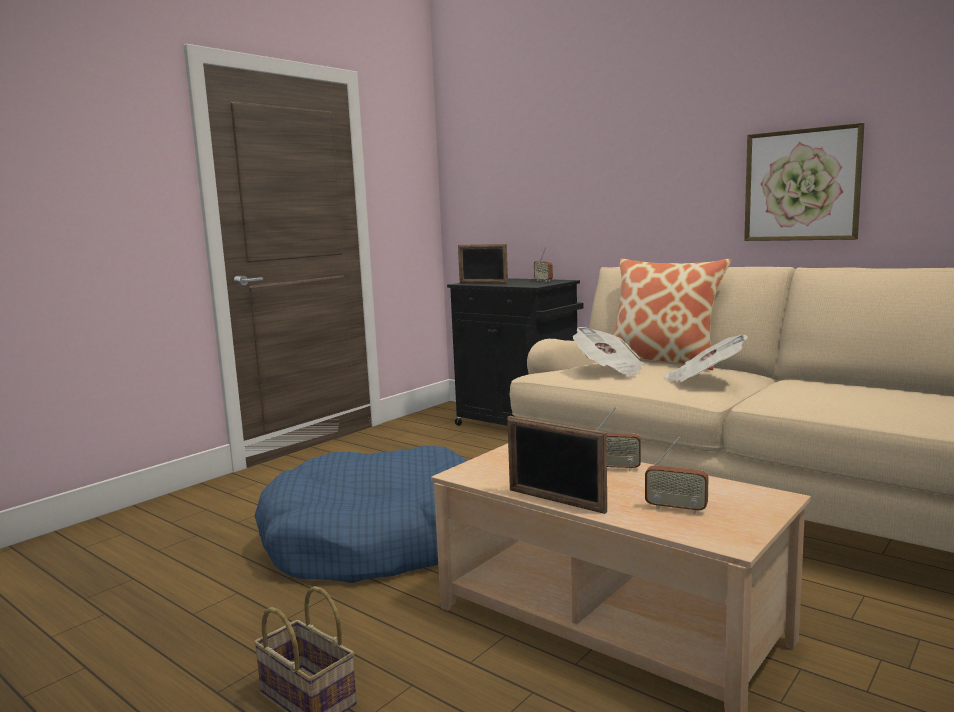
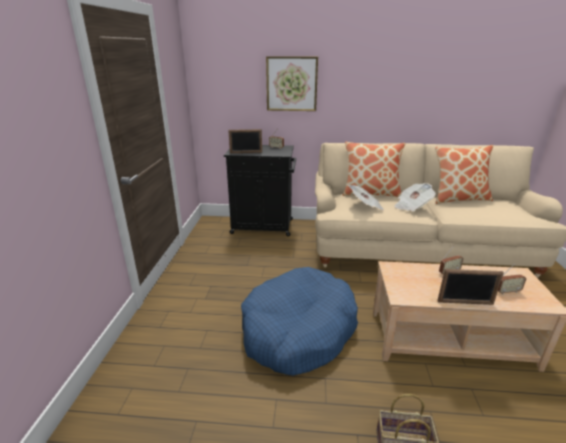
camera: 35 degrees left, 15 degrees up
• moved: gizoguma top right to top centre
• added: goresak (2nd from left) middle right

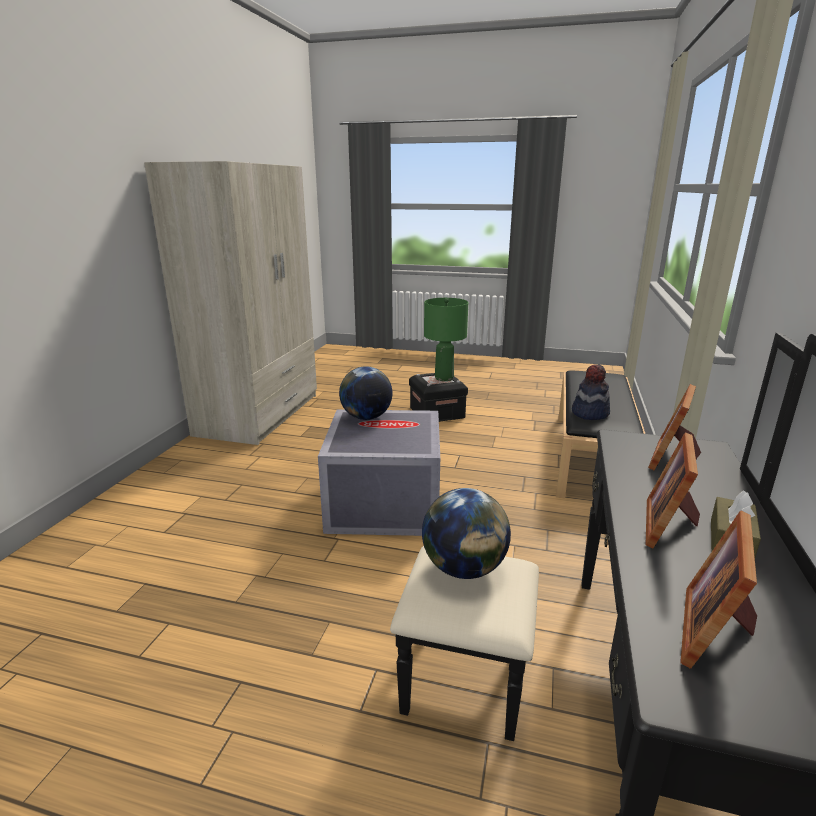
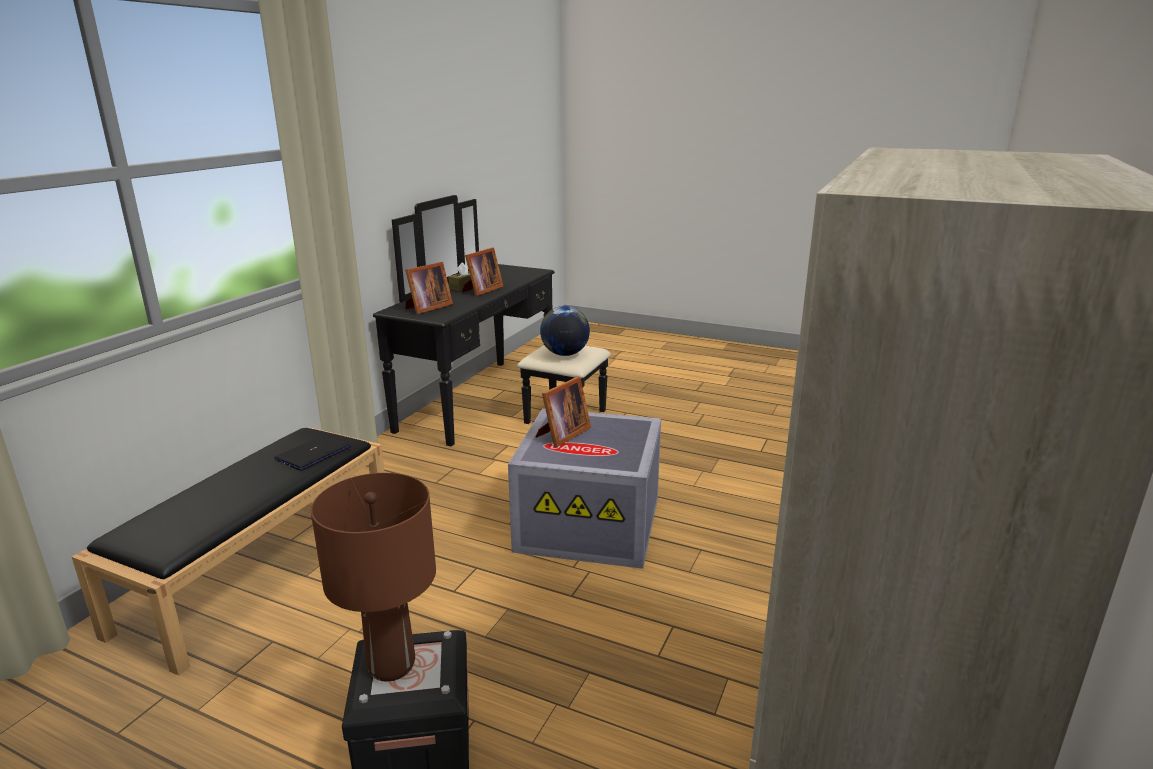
camera: 170 degrees left, 0 degrees up
• removed: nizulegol (1st from left) centre
• recoloured: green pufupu centre to brown pufupu bottom left
• replaced: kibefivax middle right to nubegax middle left
• moved: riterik (3rd from left) bottom right to centre

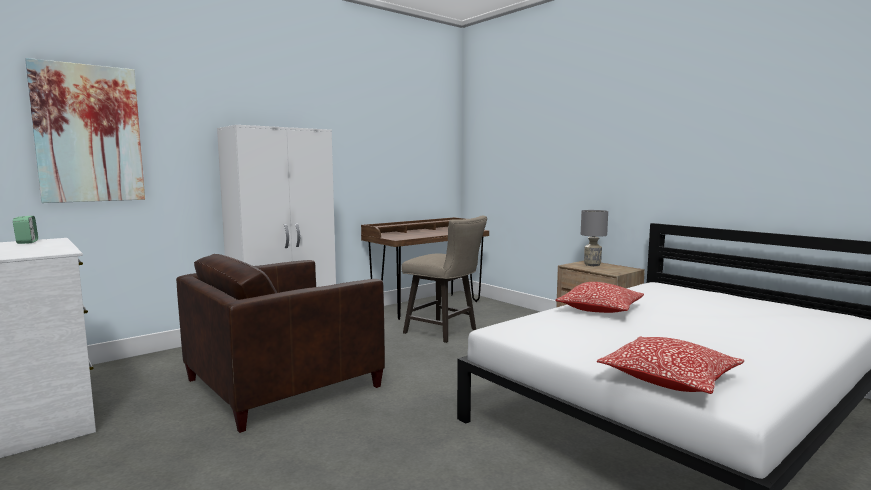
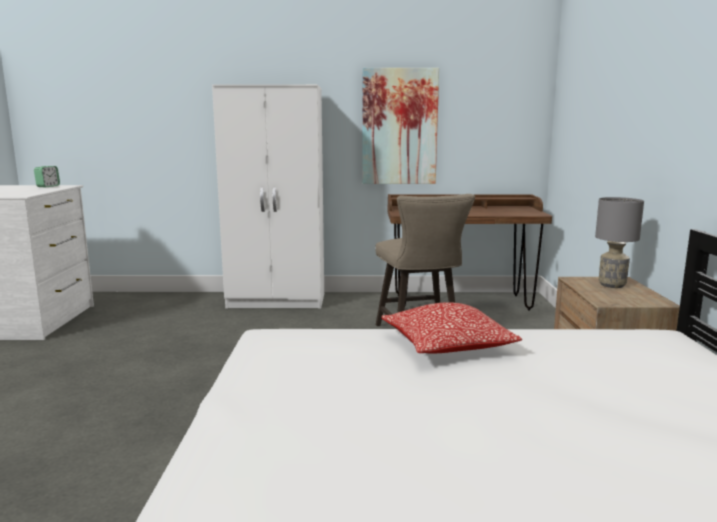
camera: 40 degrees right, 5 degrees up
• moved: gizoguma top left to top centre
• removed: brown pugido bottom left
• removed: goresak (2nd from left) bottom right

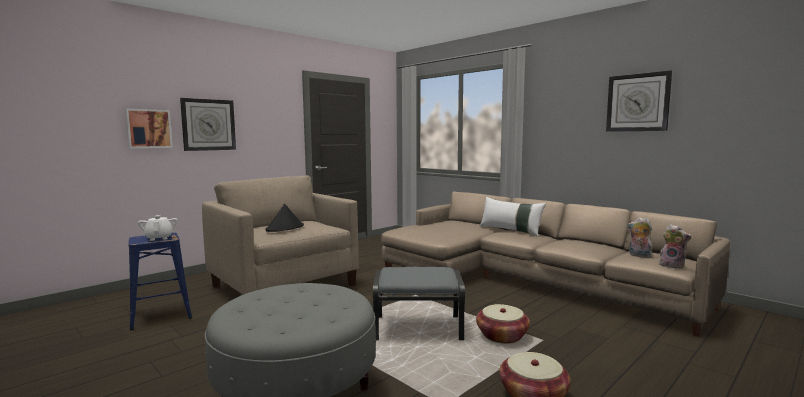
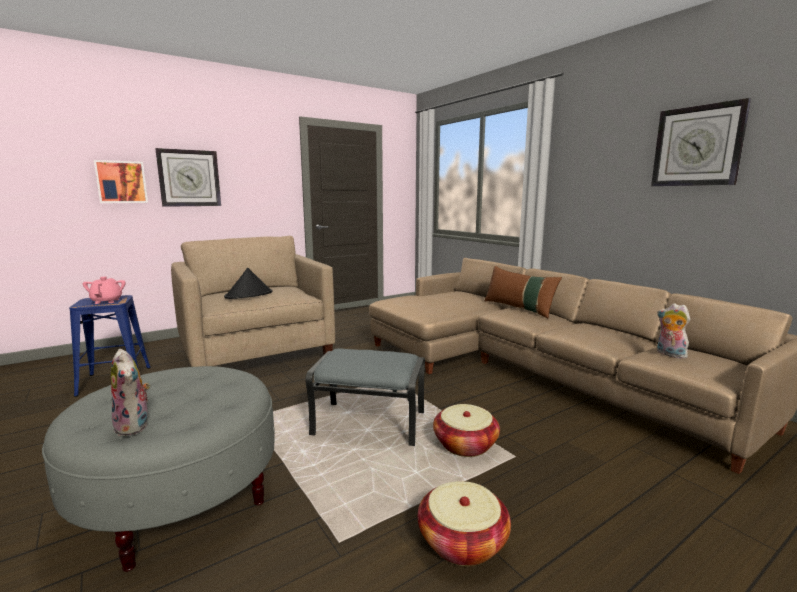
camera: 10 degrees right, 5 degrees up
• recoloured: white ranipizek middle left to pink ranipizek middle left
• recoloured: white goresak centre to brown goresak centre
• moved: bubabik (2nd from left in the first image) middle right to bubabik (1st from left) middle left

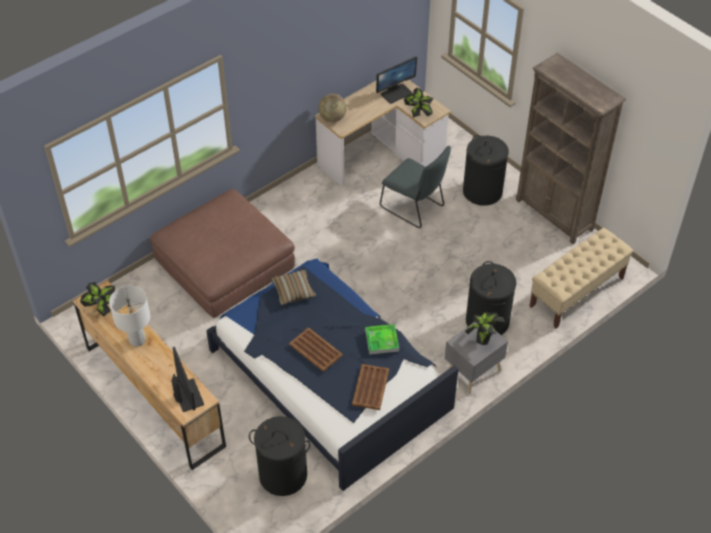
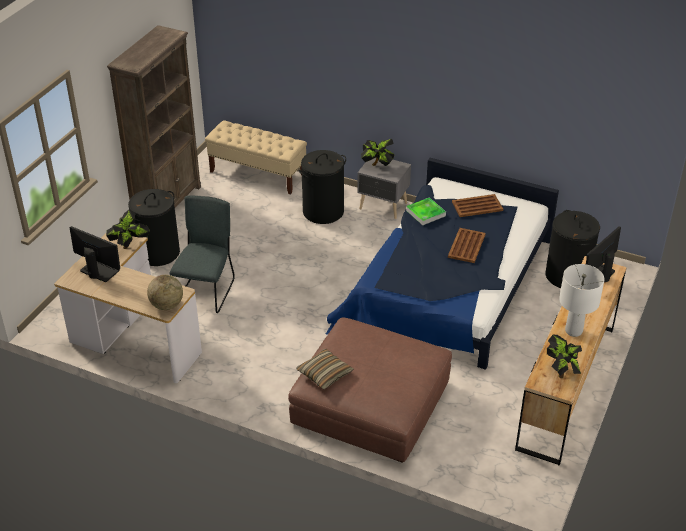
camera: 115 degrees left, 10 degrees down
• moved: goresak centre to bottom centre

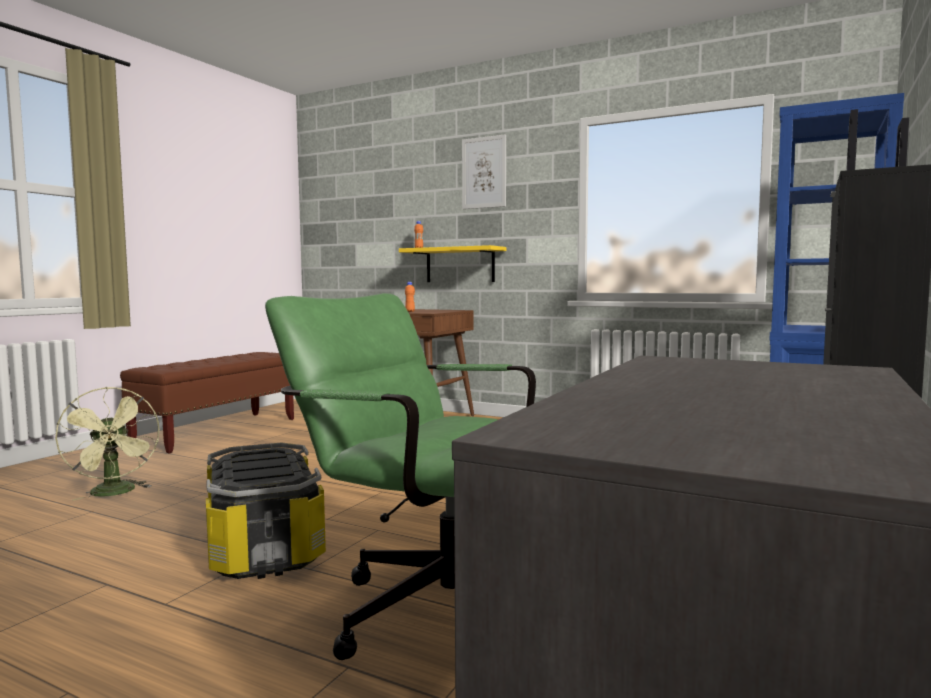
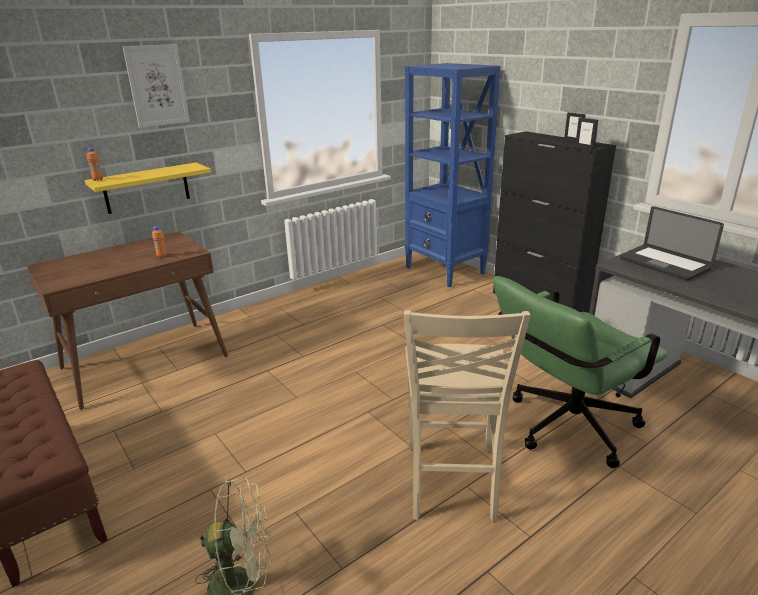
camera: 65 degrees left, 20 degrees up
• replaced: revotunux bottom left to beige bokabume bottom centre
• added: nubegax middle right

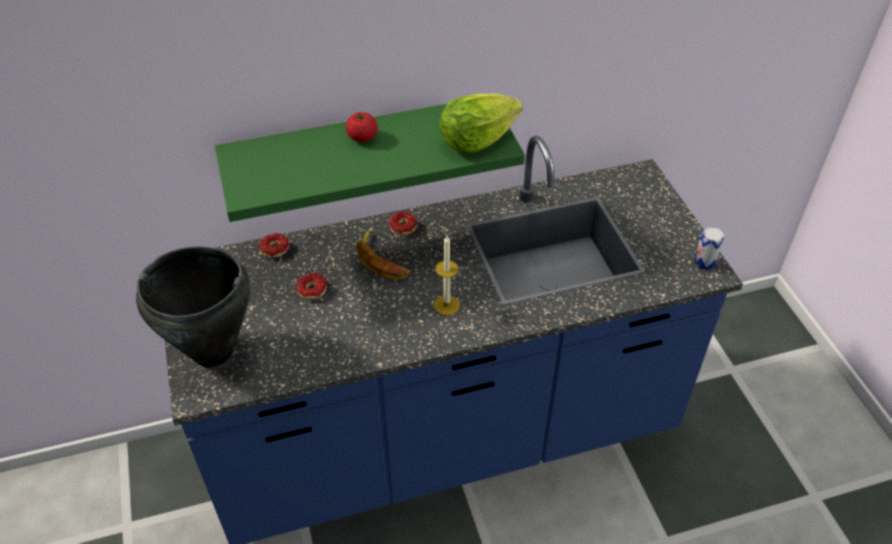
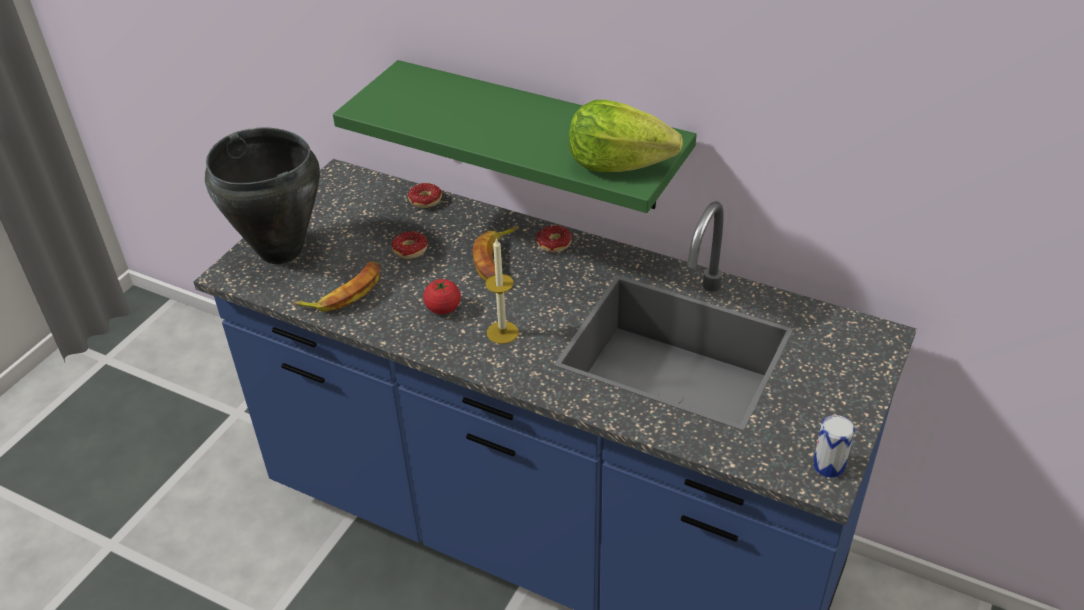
camera: 45 degrees right, 5 degrees down
• moved: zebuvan top centre to centre
• added: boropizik (1st from left) middle left

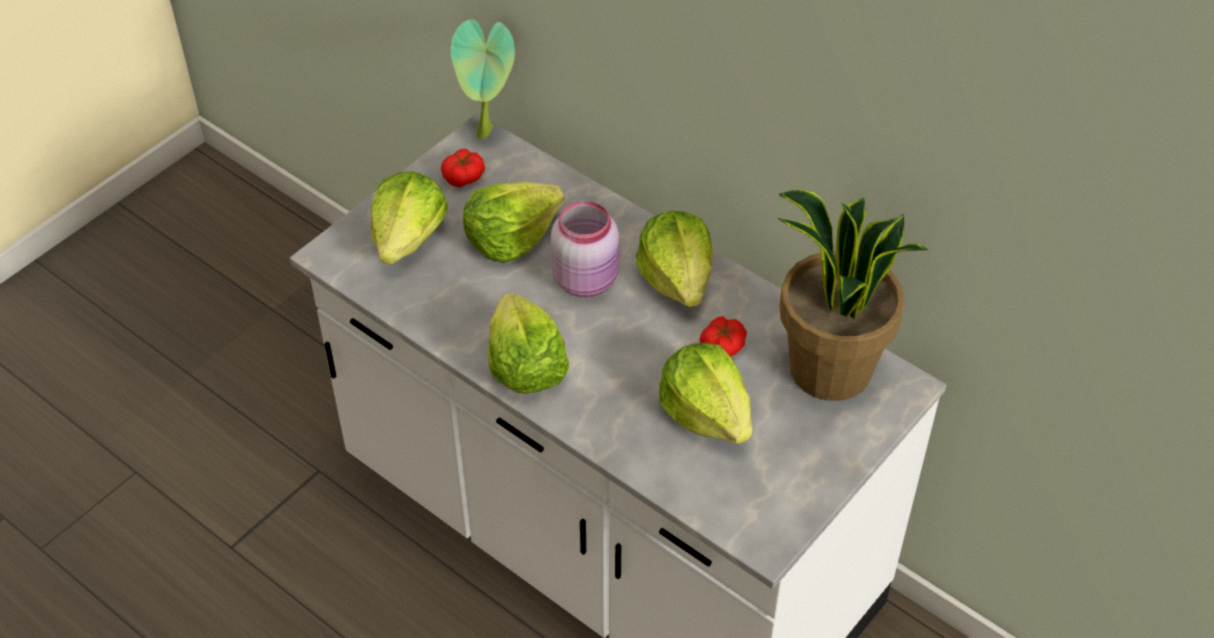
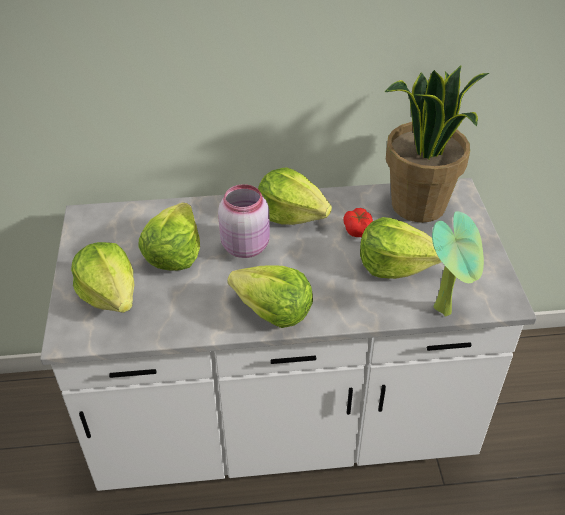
camera: 45 degrees left, 5 degrees down
• removed: zebuvan (1st from left) top centre
• moved: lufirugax (1st from left in the first image) top centre to lufirugax (2nd from left) middle right

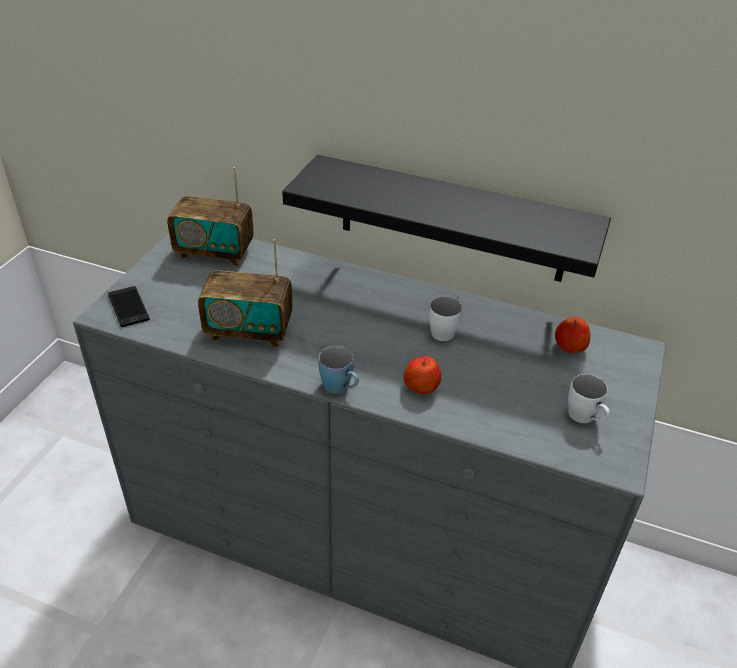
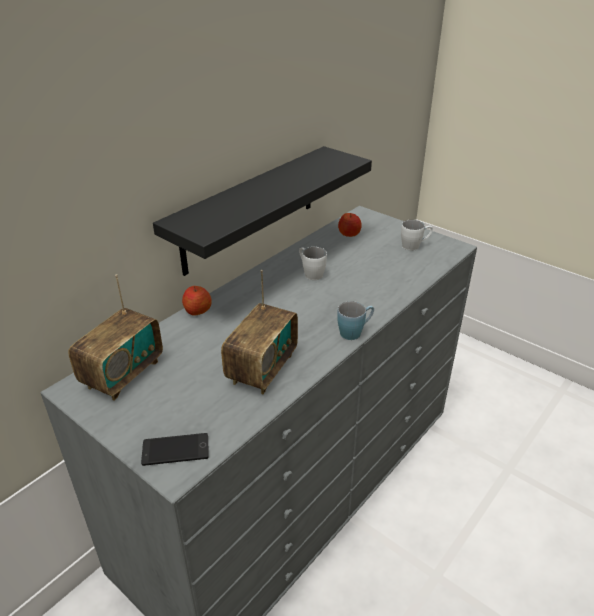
camera: 70 degrees left, 5 degrees down
• moved: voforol (1st from left) centre to middle left

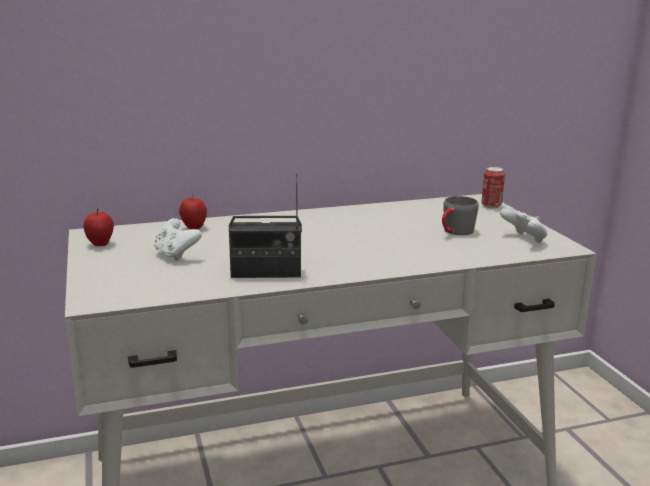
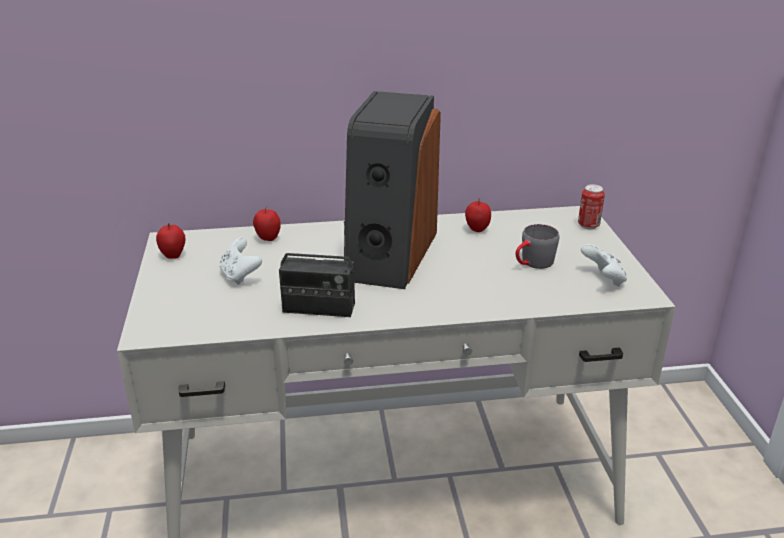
camera: 10 degrees right, 10 degrees up
• added: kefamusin centre
• added: voforol (3rd from left) centre

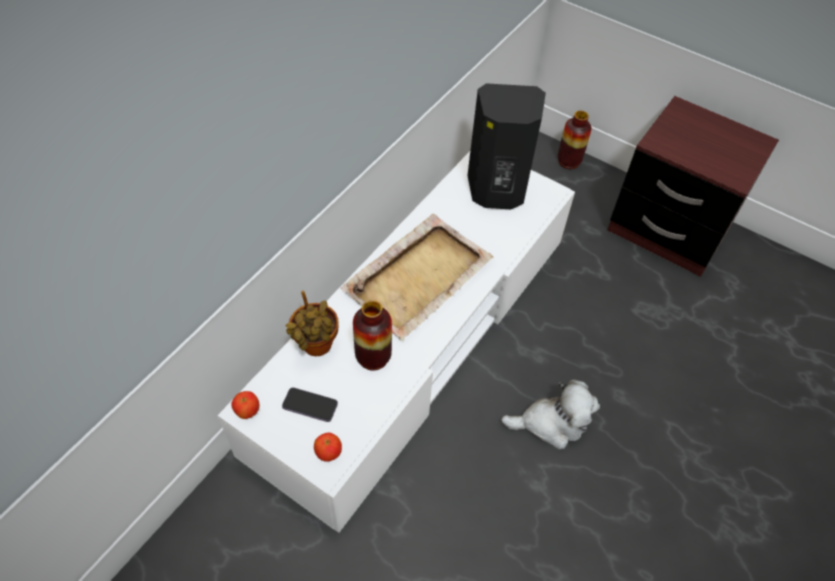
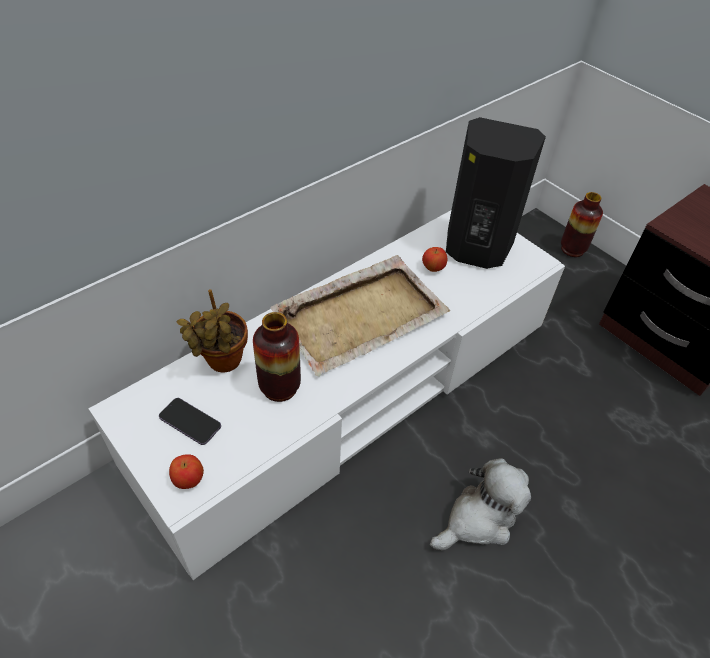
camera: 15 degrees right, 5 degrees down
• moved: voforol (1st from left in the first image) bottom left to voforol (2nd from left) centre
• turned: bubabik bottom centre = bottom right 45 degrees counterclockwise

